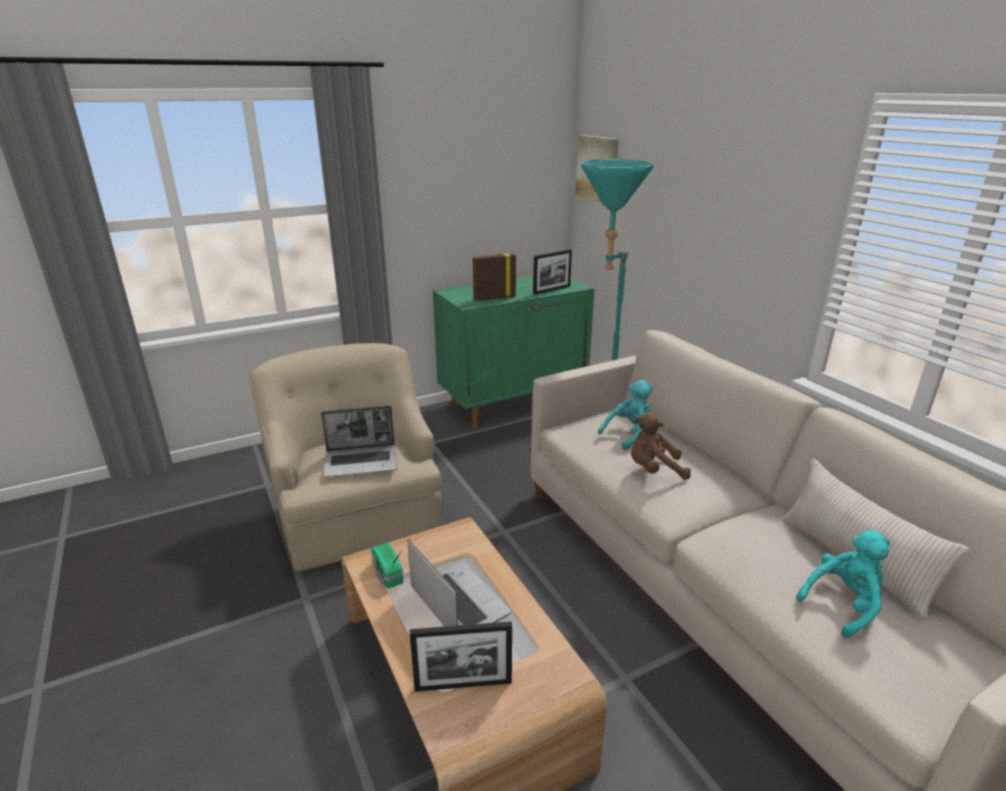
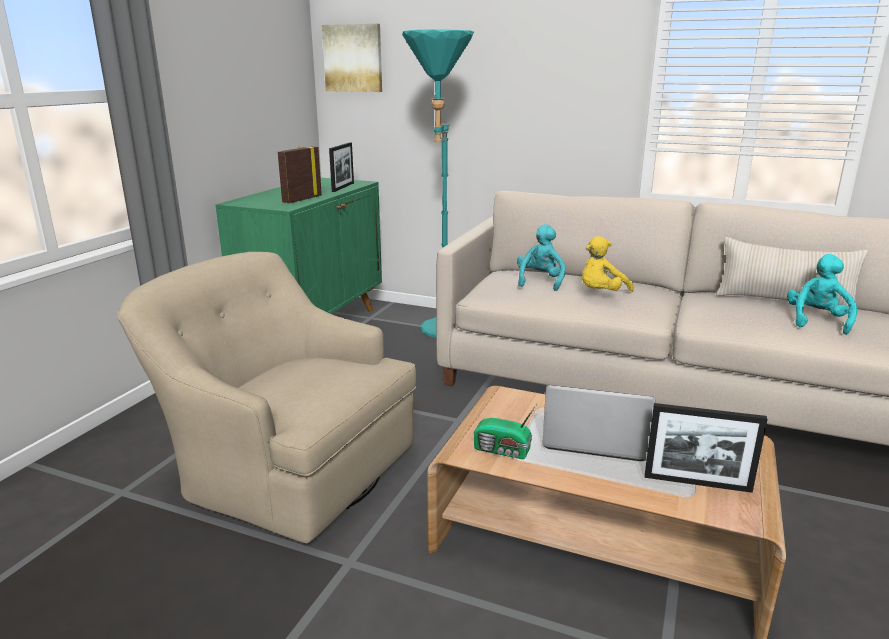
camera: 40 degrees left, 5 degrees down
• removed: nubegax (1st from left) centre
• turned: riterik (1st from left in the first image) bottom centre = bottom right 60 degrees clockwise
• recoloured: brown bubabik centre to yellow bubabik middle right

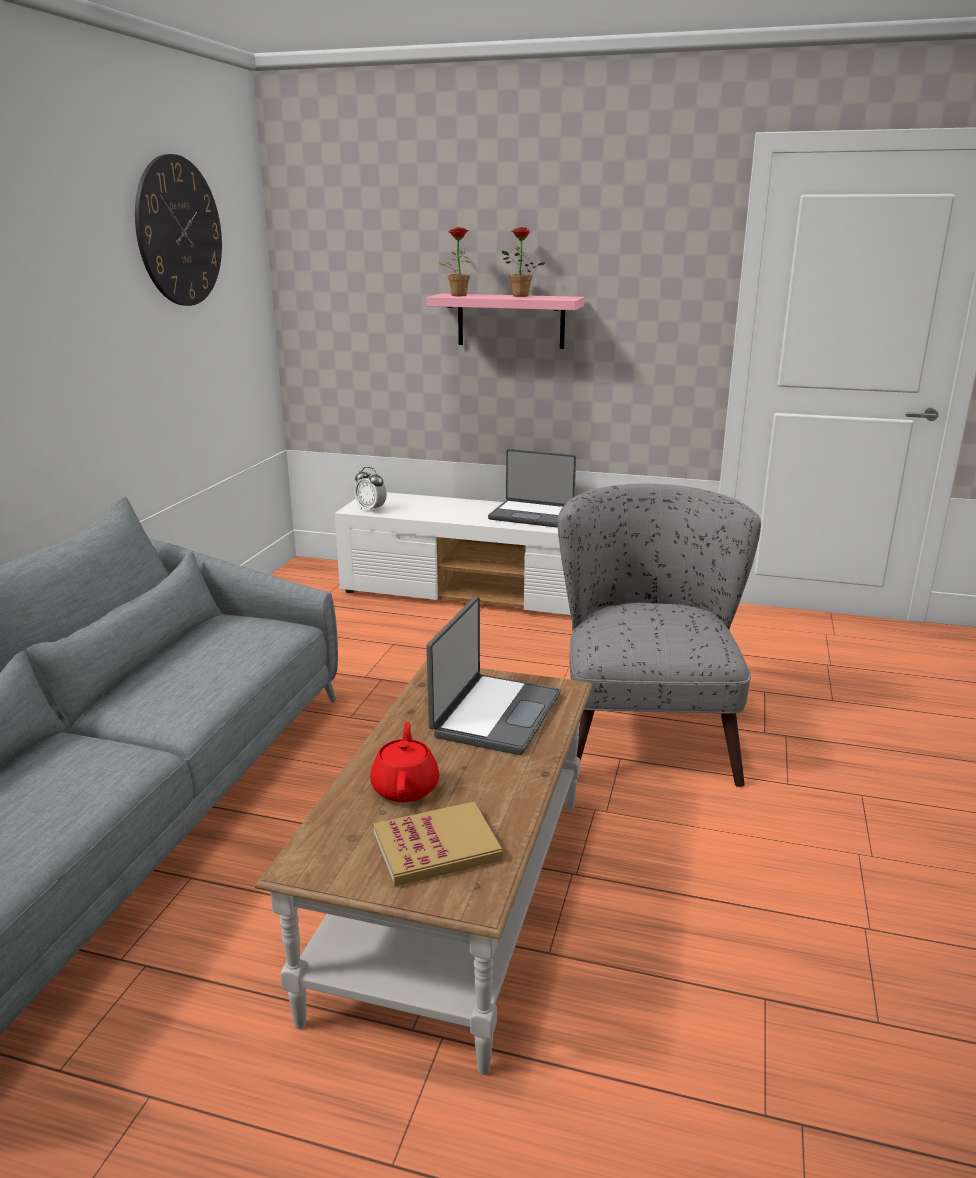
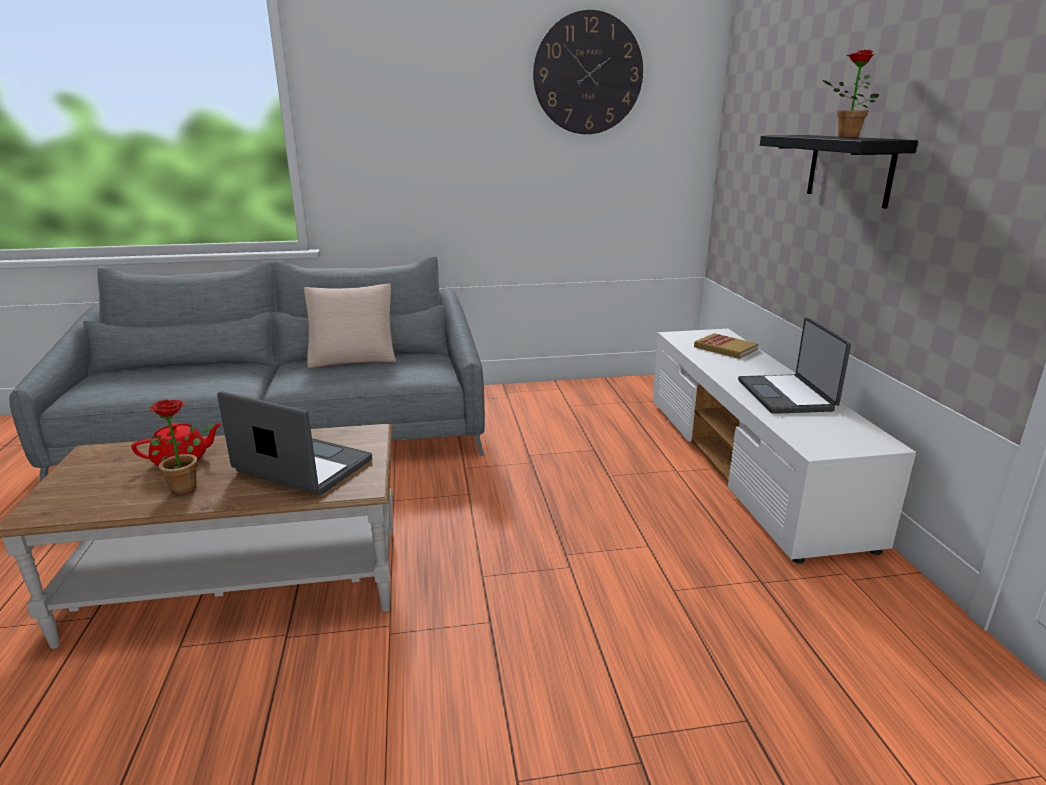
camera: 65 degrees right, 0 degrees up
• removed: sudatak centre
• moved: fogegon bottom centre to middle right
• recoloured: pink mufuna top centre to black mufuna top right
• turned: nubegax (1st from left) centre = middle left 150 degrees counterclockwise
• moved: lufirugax (1st from left) top centre to middle left
• removed: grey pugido middle right
• added: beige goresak centre

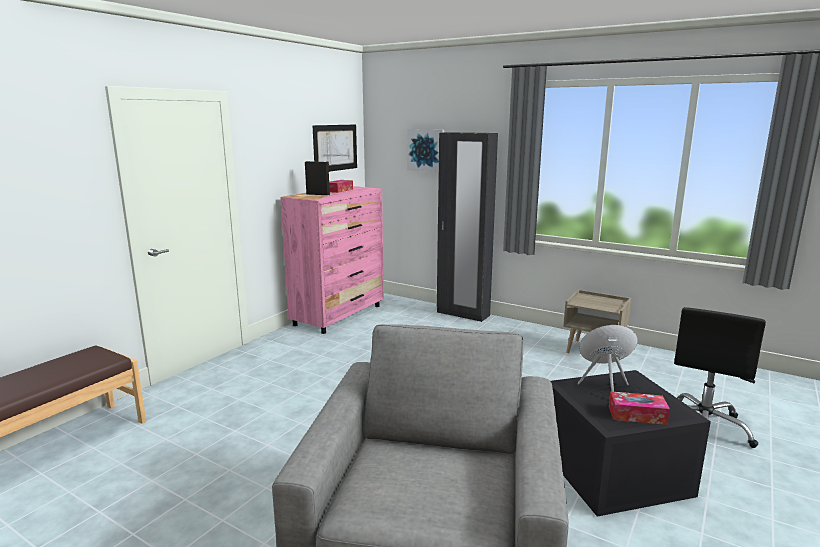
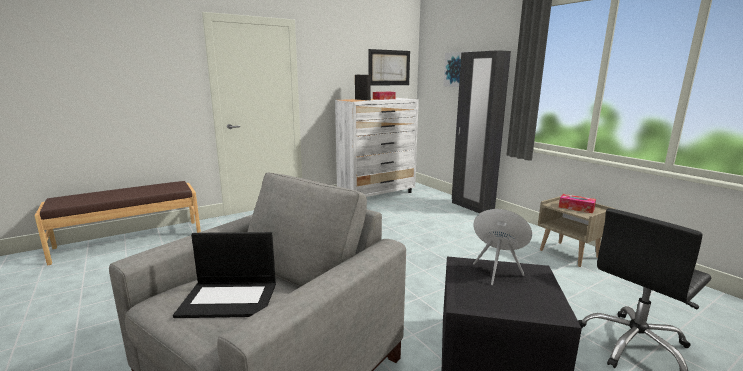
camera: 25 degrees right, 0 degrees up
• recoloured: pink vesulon centre to white vesulon centre
• moved: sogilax (2nd from left) bottom right to middle right
• added: nubegax bottom left

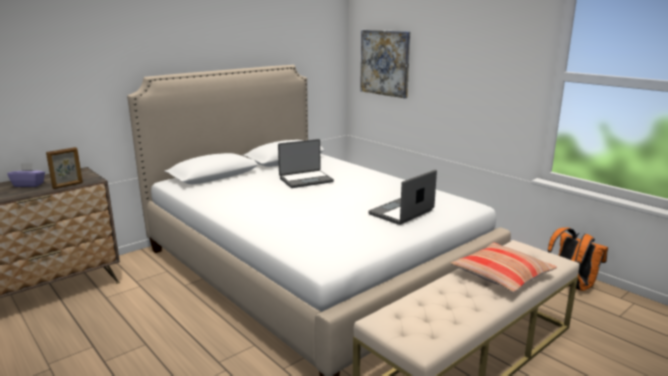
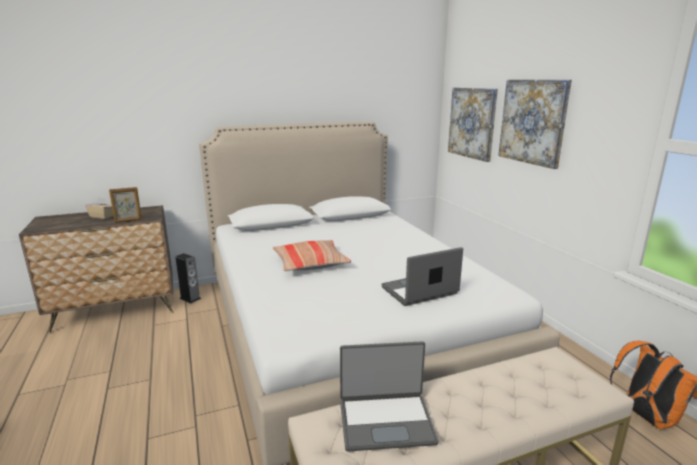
camera: 20 degrees right, 0 degrees up
• recoloured: purple sogilax middle left to beige sogilax middle left
• moved: nubegax (1st from left) centre to bottom centre
• moved: goresak bottom right to centre
• added: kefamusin middle left
• added: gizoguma (2nd from left) top right

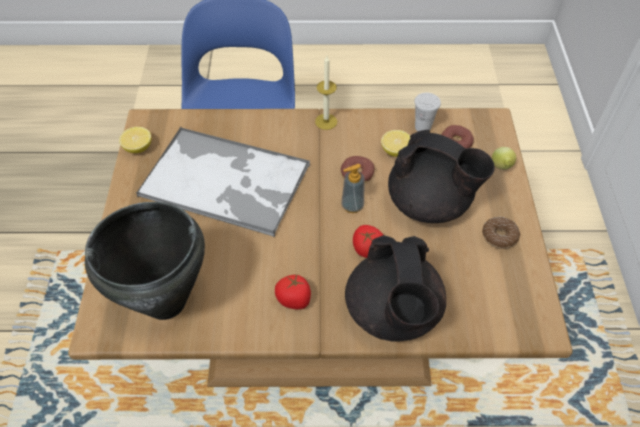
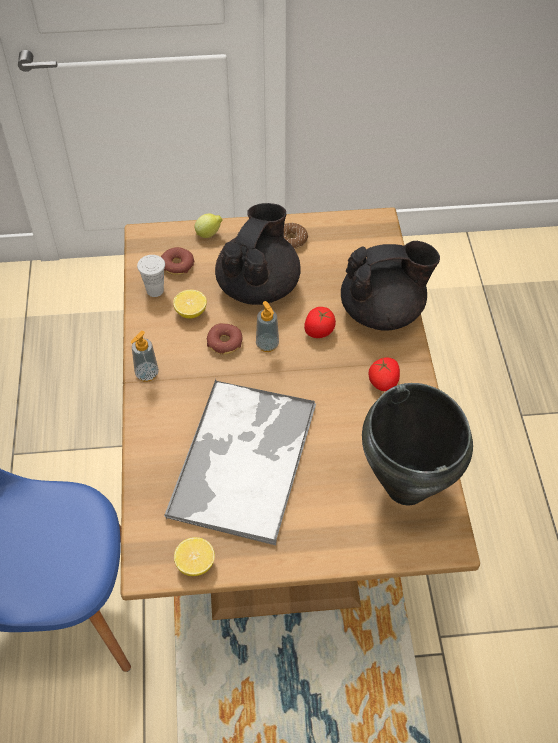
camera: 95 degrees left, 0 degrees up
• replaced: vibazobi top centre to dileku (1st from left) middle left

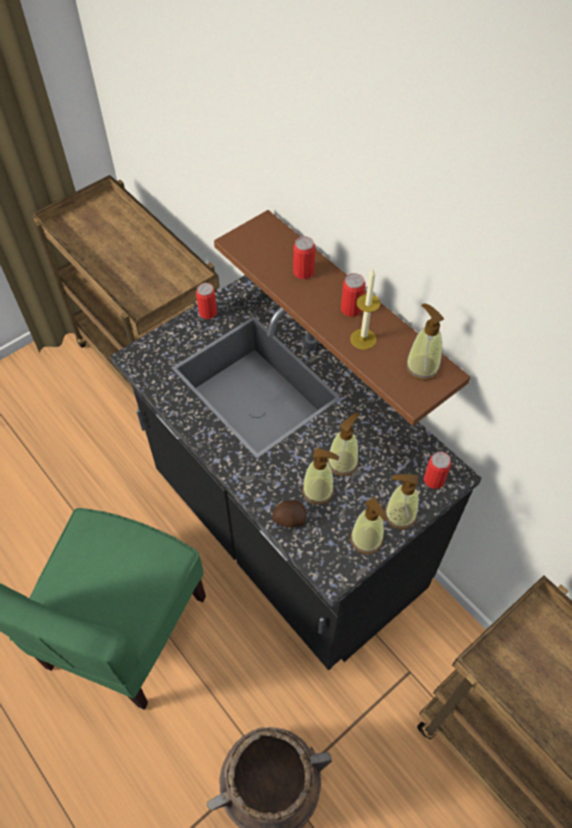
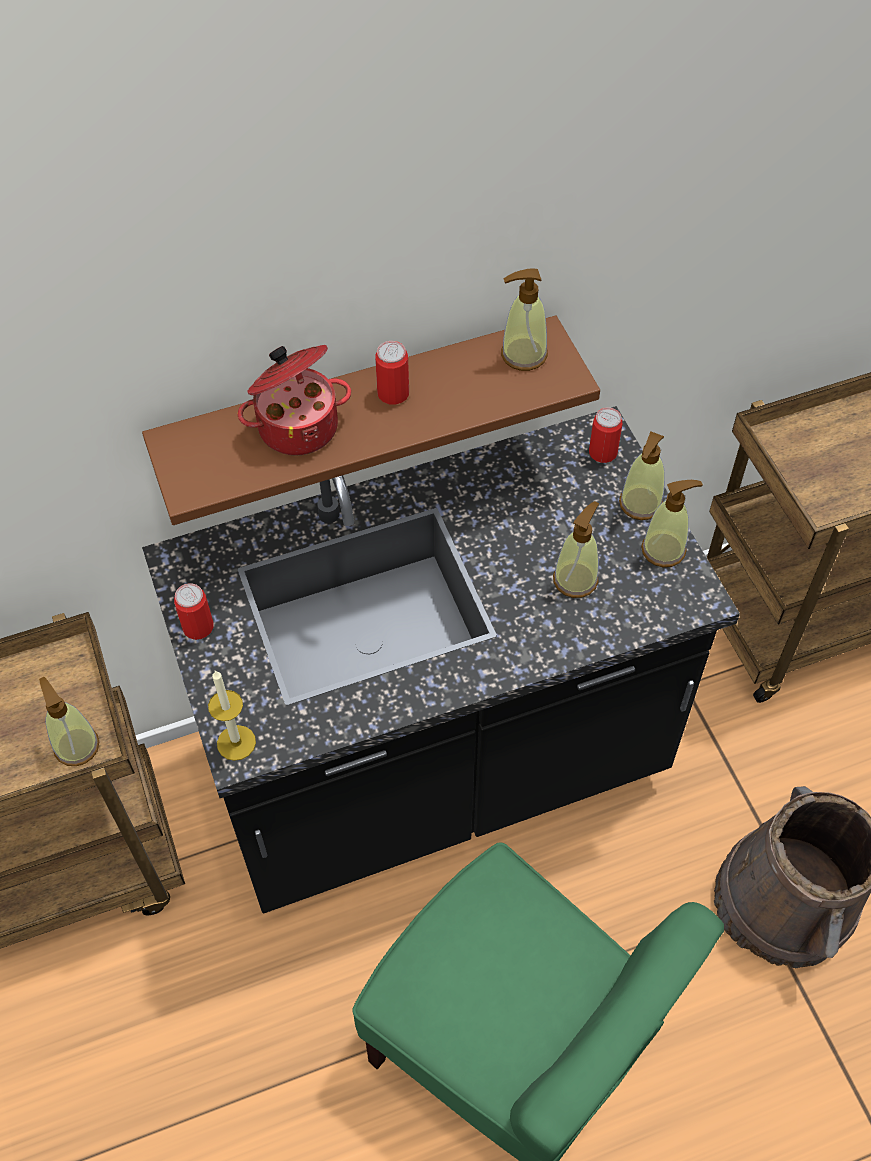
camera: 70 degrees left, 0 degrees up
• removed: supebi centre
• replaced: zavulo (2nd from left) top centre to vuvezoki centre
• moved: dileku (2nd from left in the first image) centre to dileku (1st from left) middle left
• moved: vibazobi centre to middle left

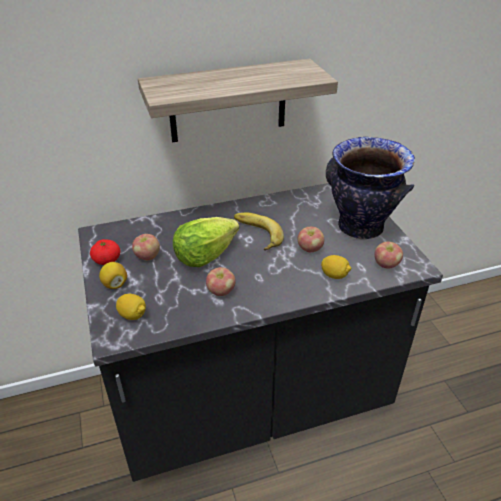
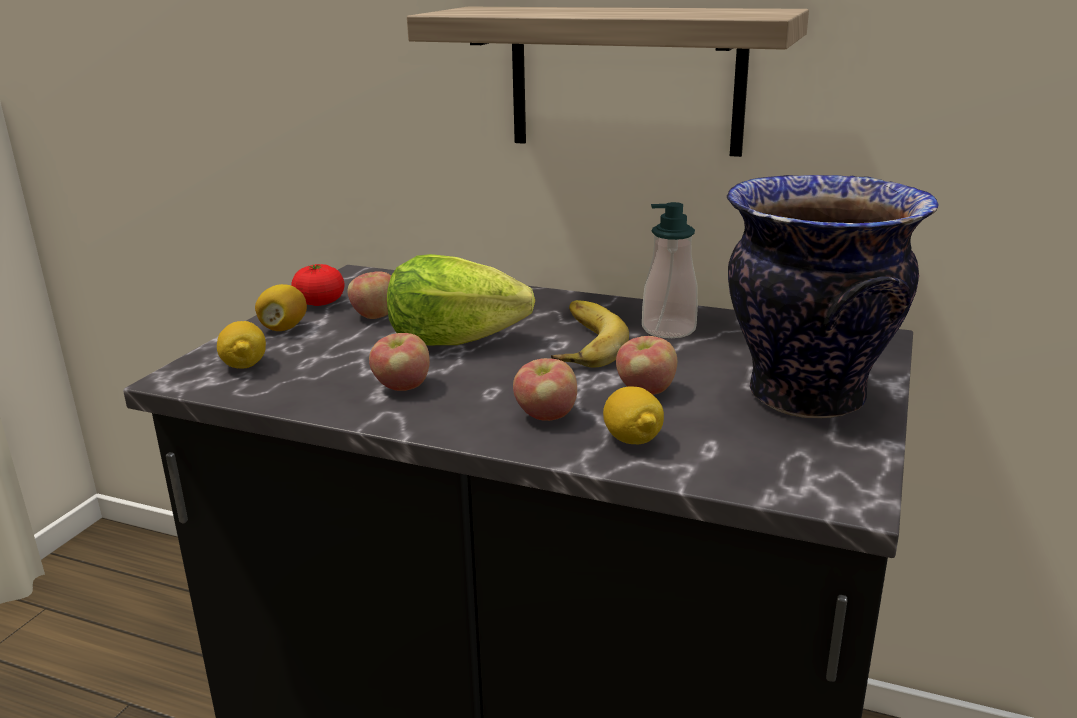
camera: 40 degrees right, 15 degrees down
• moved: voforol (4th from left in the first image) middle right to voforol (3rd from left) centre
• added: dileku centre

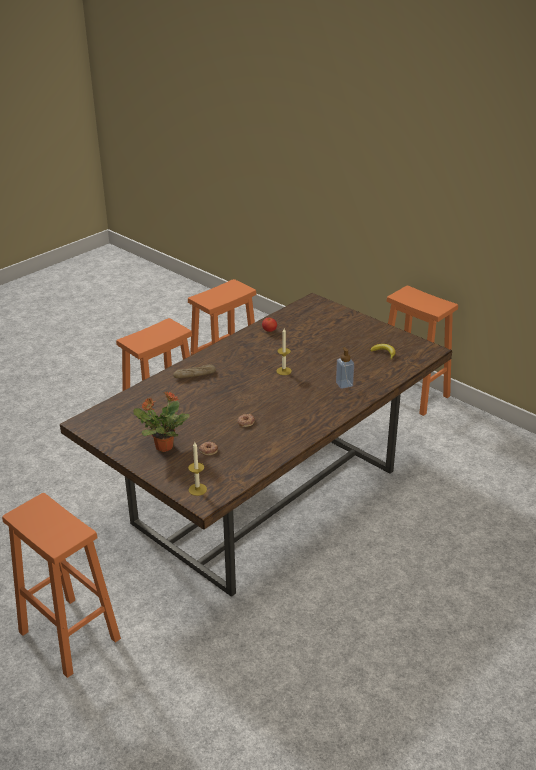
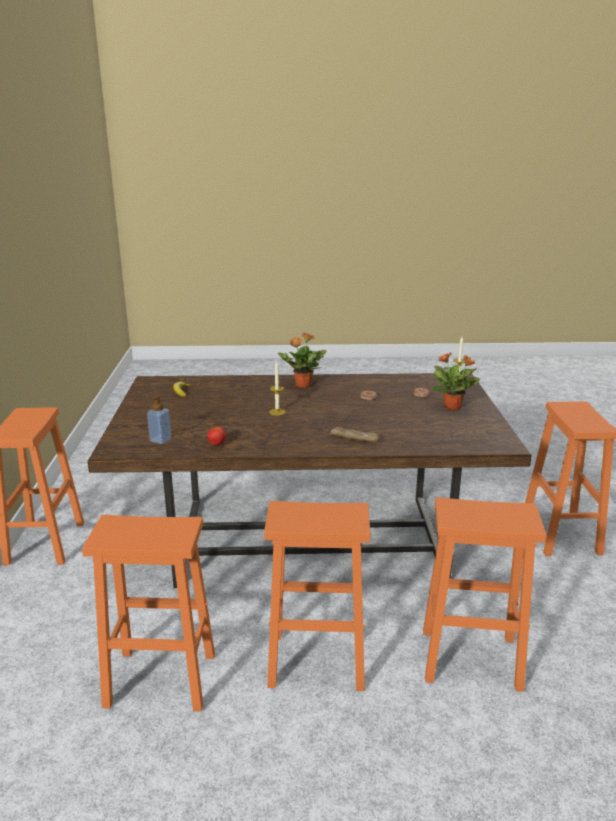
camera: 135 degrees left, 10 degrees down
• moved: dileku centre to middle left
• added: lufirugax (1st from left) centre
• added: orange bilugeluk (4th from left) bottom right

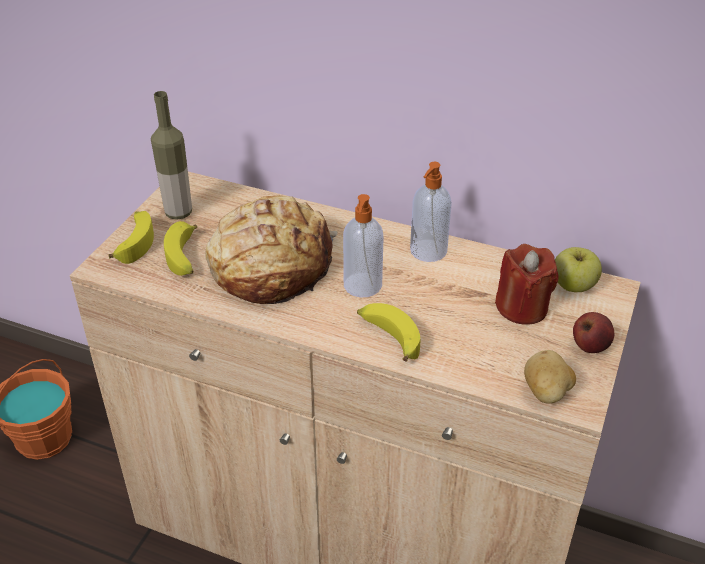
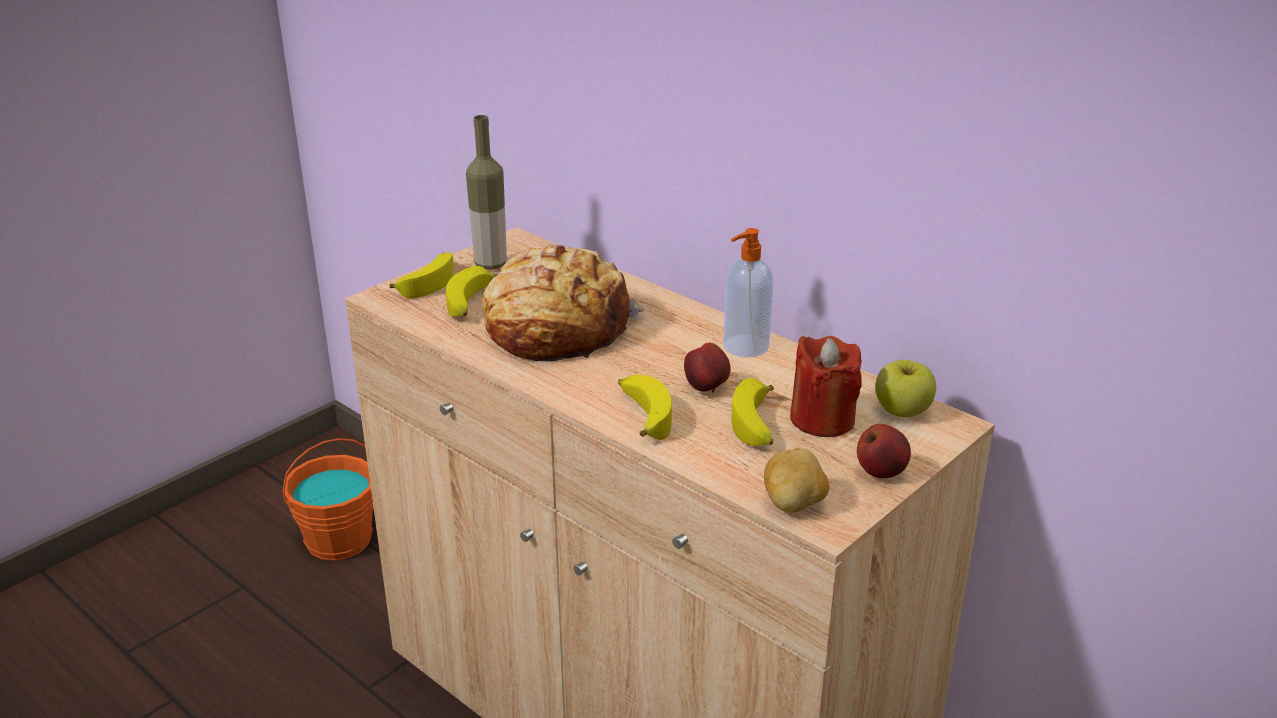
camera: 20 degrees right, 10 degrees down
• removed: dileku (1st from left) centre
• added: voforol (1st from left) centre
• added: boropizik (4th from left) centre

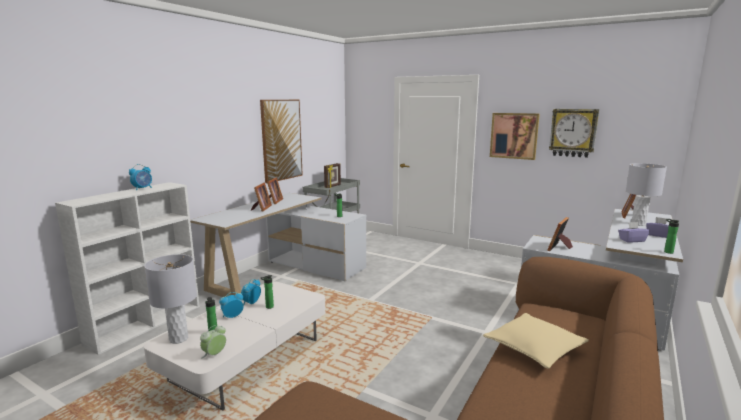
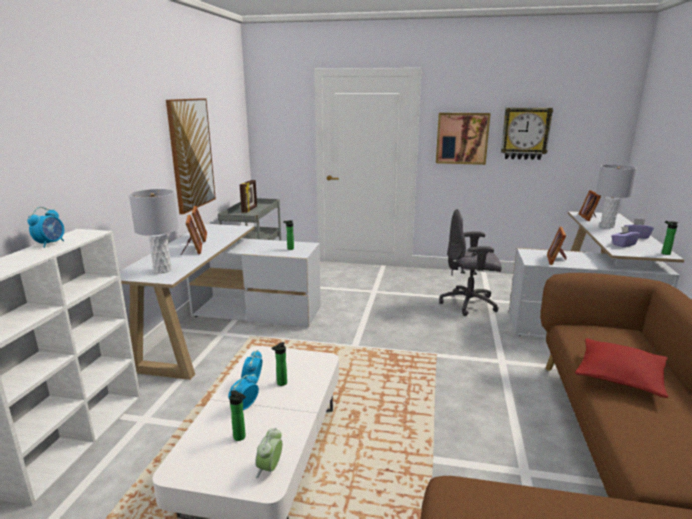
camera: 20 degrees left, 5 degrees up
• moved: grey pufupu (1st from left) bottom left to middle left
• recoloured: beige goresak bottom right to red goresak bottom right
• added: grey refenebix middle right

